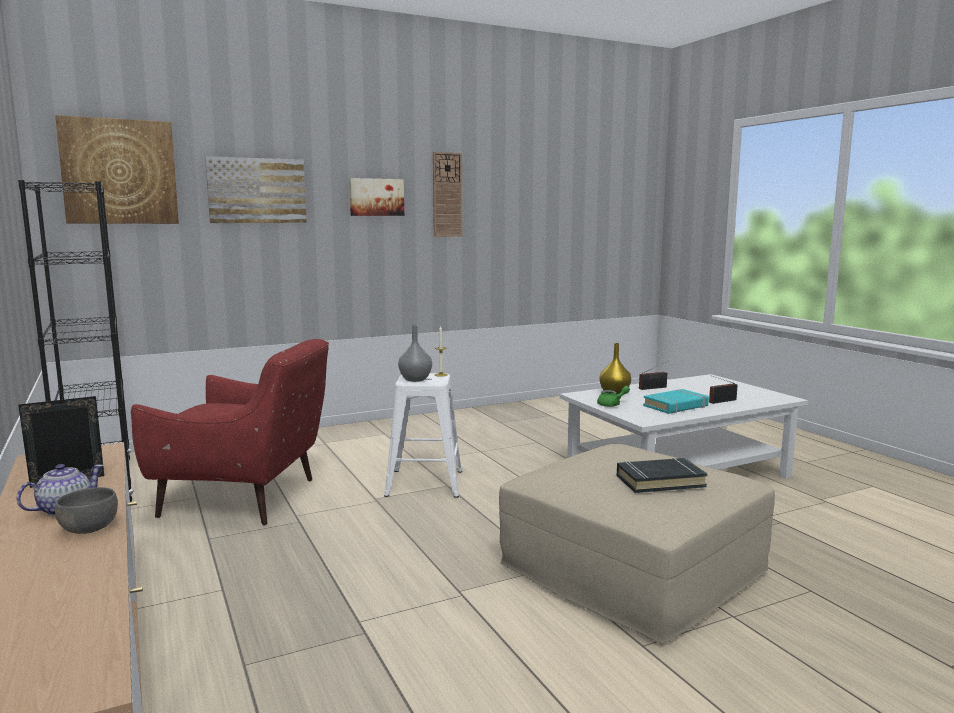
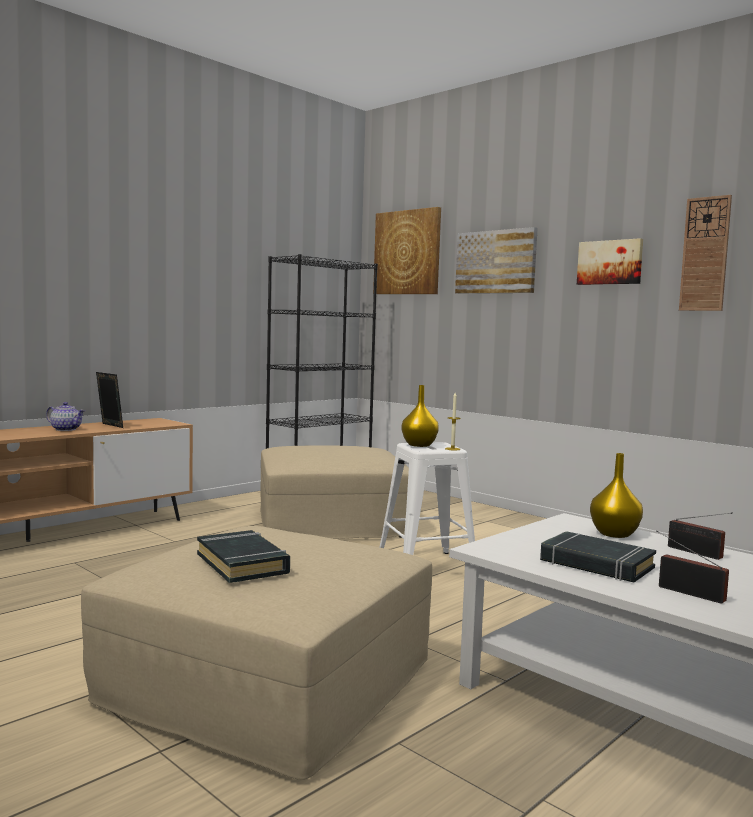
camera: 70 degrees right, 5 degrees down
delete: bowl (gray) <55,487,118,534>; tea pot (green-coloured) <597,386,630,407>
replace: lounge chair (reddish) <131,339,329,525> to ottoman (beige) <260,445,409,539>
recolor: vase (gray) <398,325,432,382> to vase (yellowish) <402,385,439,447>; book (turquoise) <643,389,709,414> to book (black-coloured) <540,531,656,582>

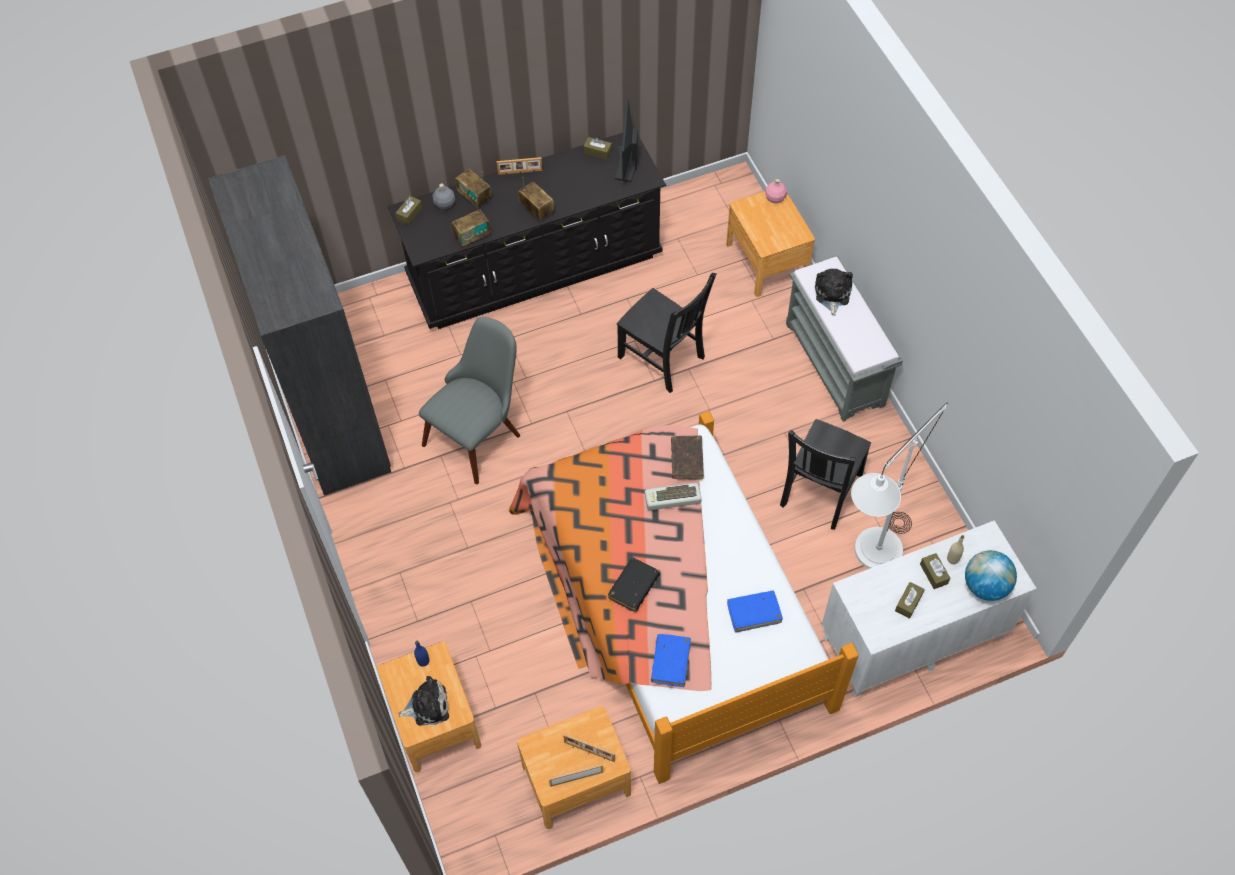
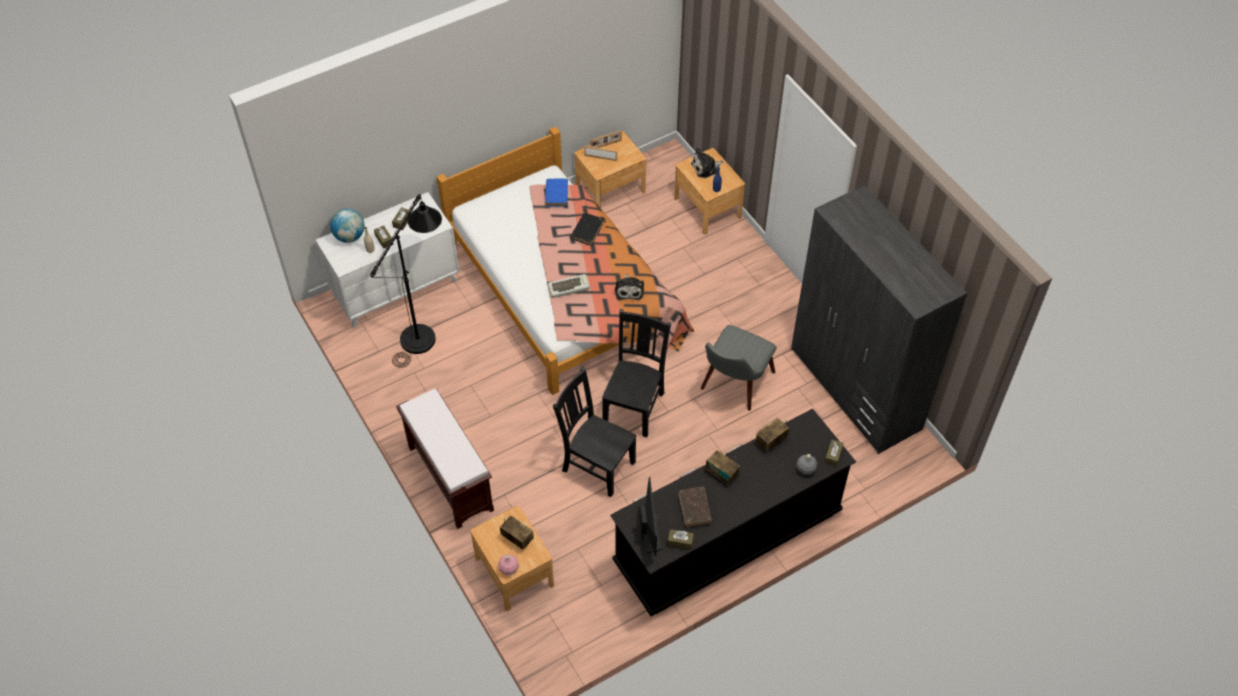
camera: 170 degrees right, 5 degrees down
delete: standing frame <497,157,543,175>; book (blue) <727,590,783,633>
move: radio set <455,169,491,207> to <500,516,534,550>; book (brown) <671,436,704,480> to <679,487,712,527>; upright chair (black-coloured) <780,419,871,530> to <602,309,671,437>; plush toy <815,268,853,316> to <615,274,644,300>
recolor: long seat (gray) <786,255,903,422> to long seat (brown) <396,389,494,529>; floor lamp (whitish) <851,402,948,569> to floor lamp (black-coloured) <370,194,442,368>

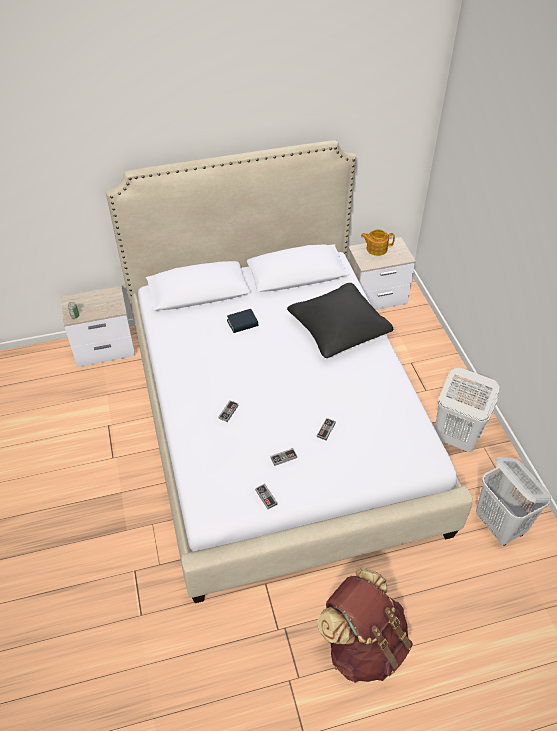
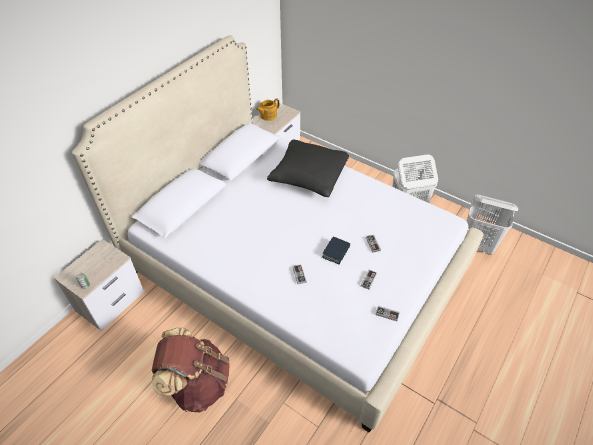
camera: 40 degrees left, 0 degrees up
move: book <227,309,258,333> to <322,237,350,264>; rucksack (brown) <317,568,413,683> to <152,328,230,412>

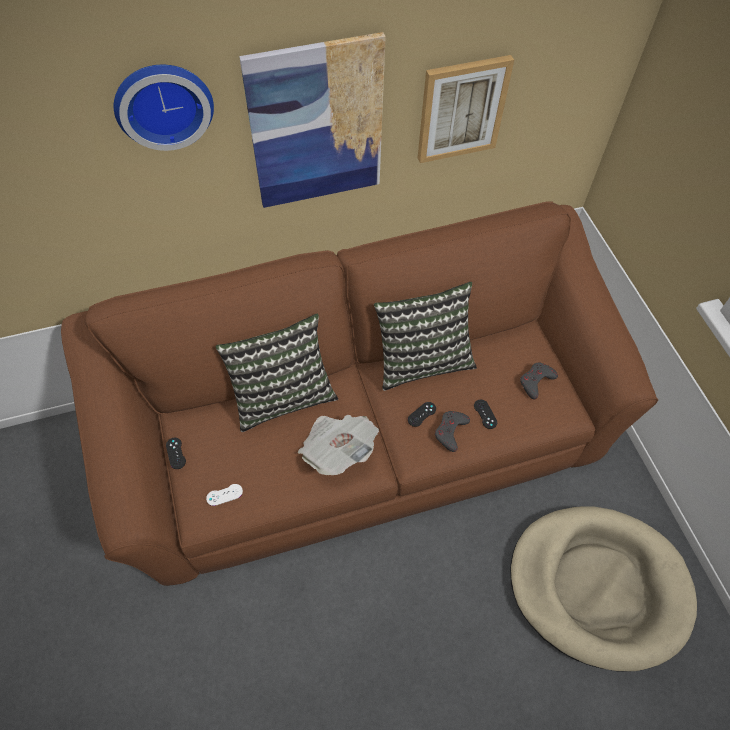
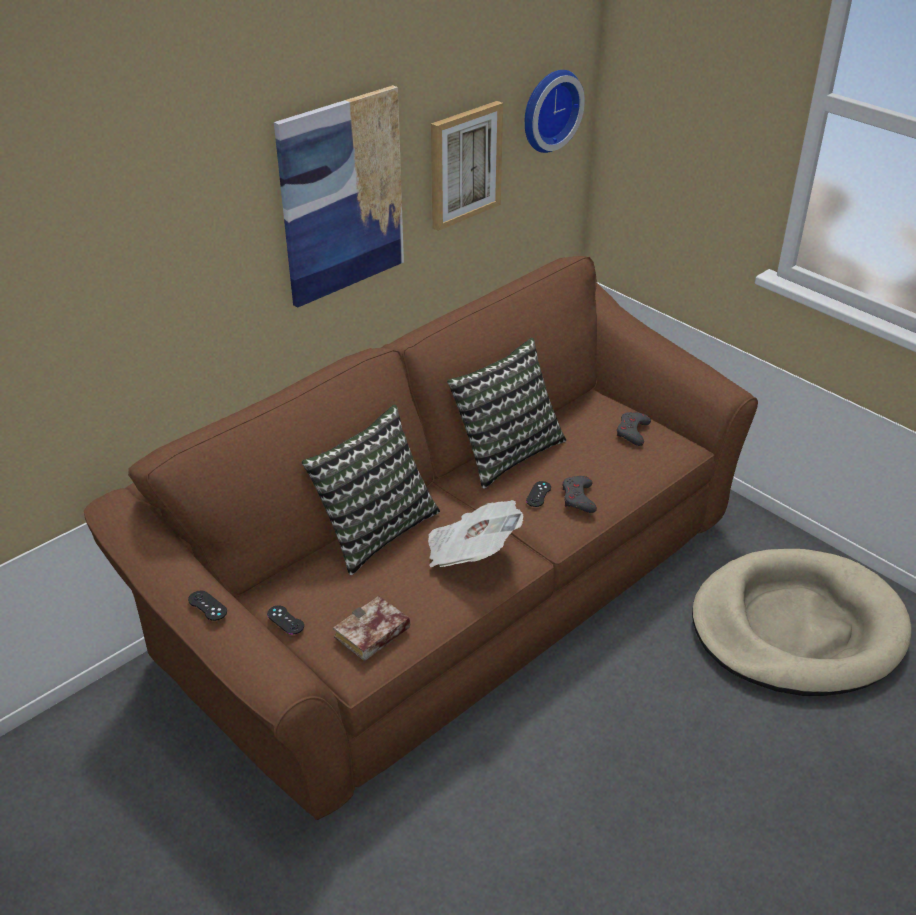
camera: 25 degrees left, 20 degrees down
move: clock on the wall <114,65,214,151> to <525,70,585,153>; gamepad (black-coloured) <474,400,497,429> to <188,591,227,621>
replace: gamepad (whitish) <206,484,243,506> to book <333,596,411,661>

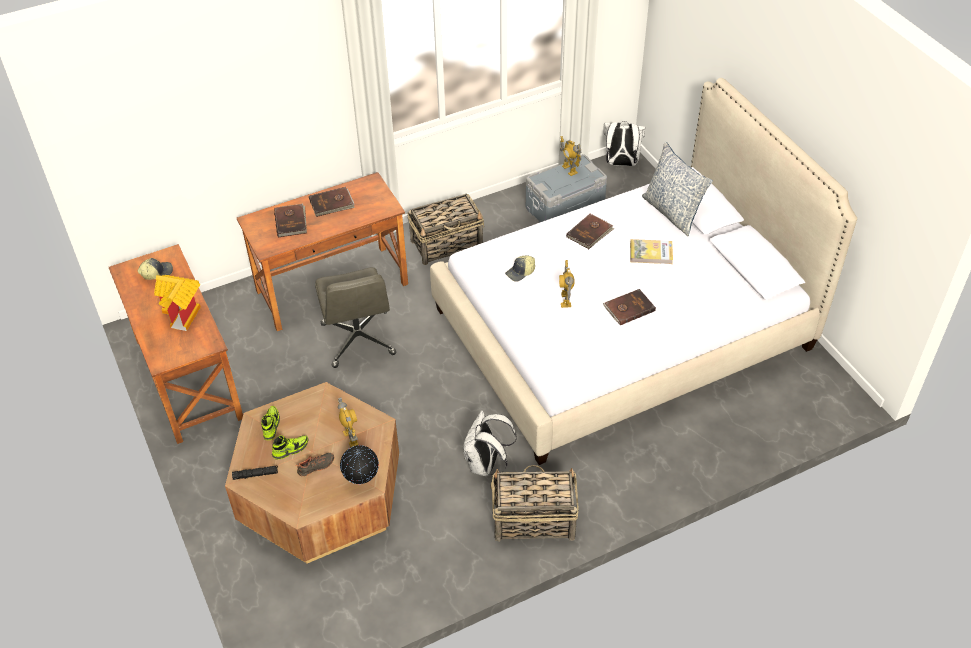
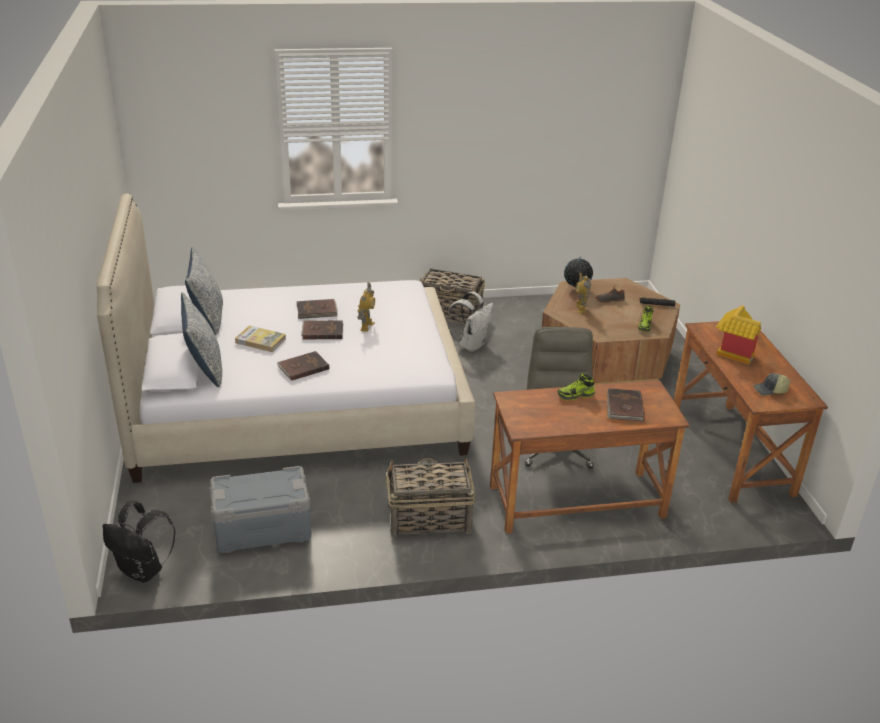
camera: 165 degrees left, 15 degrees down
delete: cap <505,256,535,282>; model robot <560,136,582,176>
insert: pillow <185,247,223,335>
move: low shoe <272,435,308,460> to <558,373,595,400>; book (brown) <309,187,355,217> to <301,321,344,339>
recolor: rucksack (whitish) <604,121,646,166> to rucksack (black-coloured) <102,501,176,583>

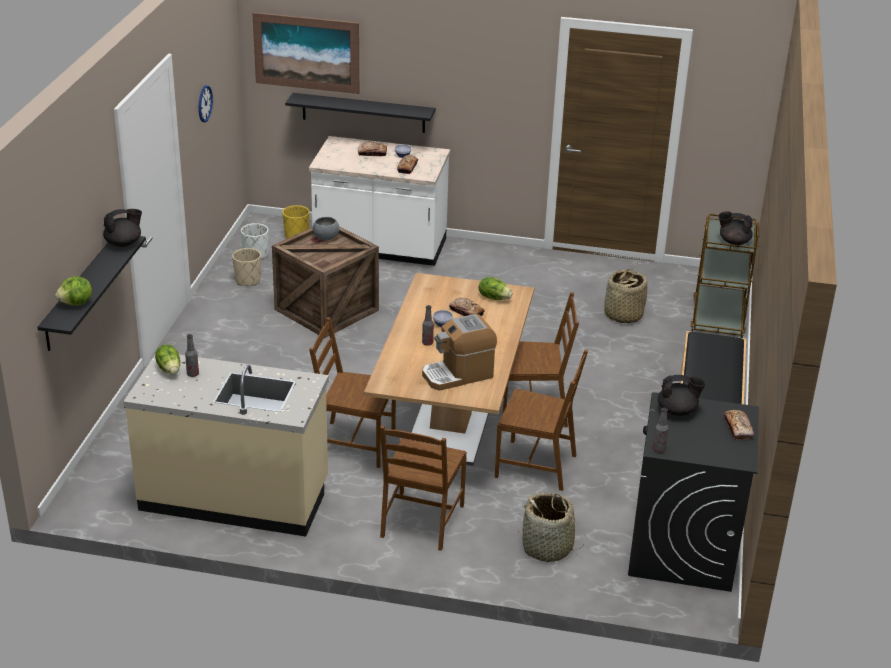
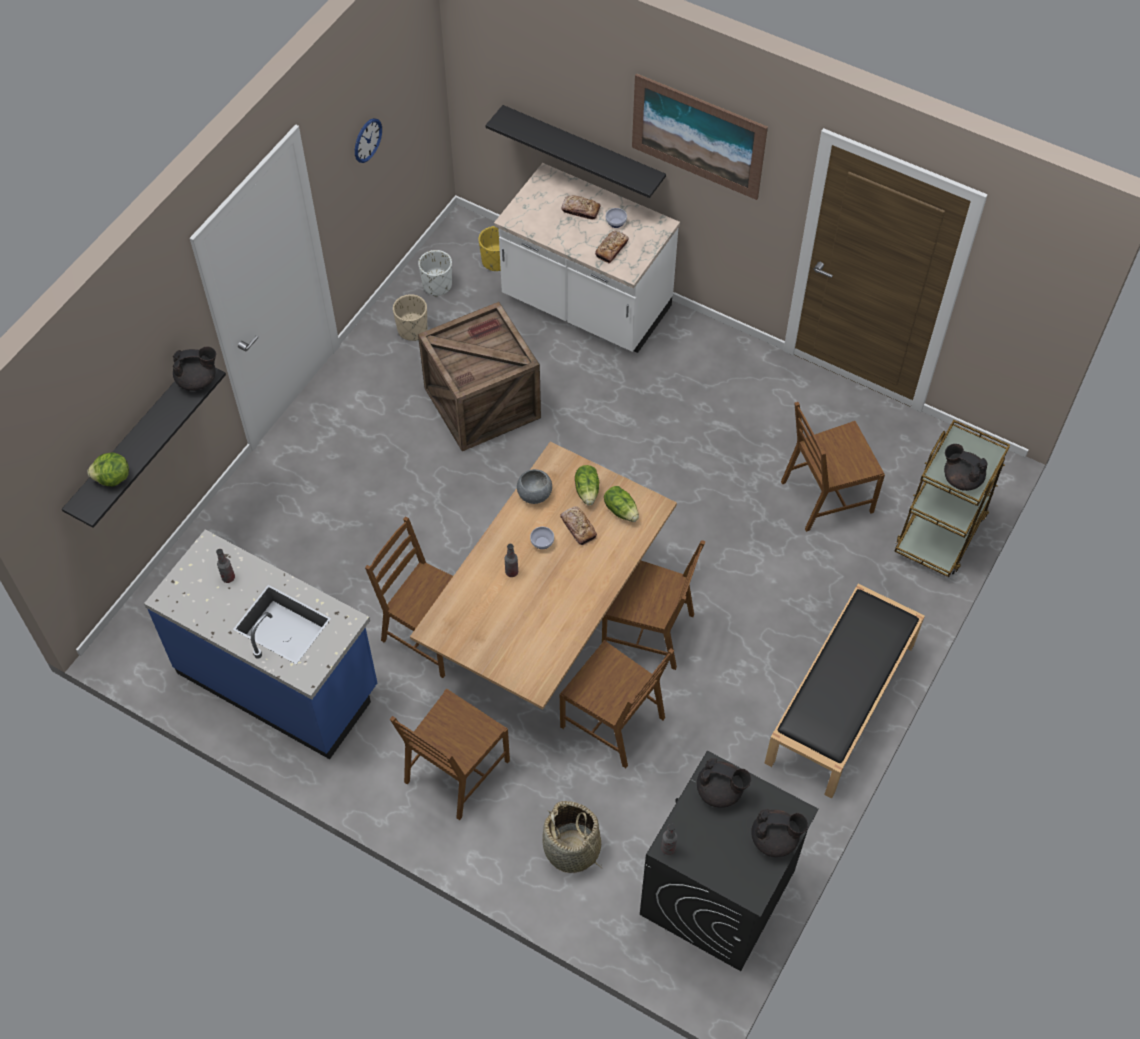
camera: 20 degrees right, 25 degrees up
delete: coffee machine <422,314,497,391>
move: lettuce head <155,344,180,375> to <575,465,599,506>; wall art <252,12,359,94> to <632,73,768,200>; bowl (gray) <313,217,340,240> to <517,469,552,504>
replace: household basket <604,269,647,323> to upright chair (brown) <781,402,885,532>; bakery bread <724,410,754,440> to tea pot (black-coloured) <751,809,808,857>
recolor: kitchen counter (beige) <123,355,329,537> to kitchen counter (blue) <144,529,377,759>

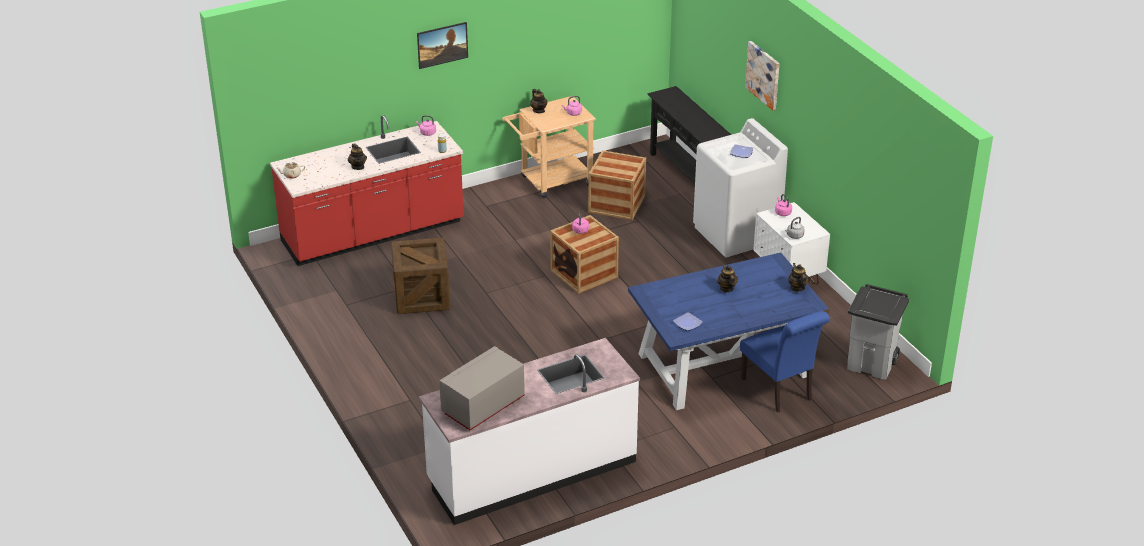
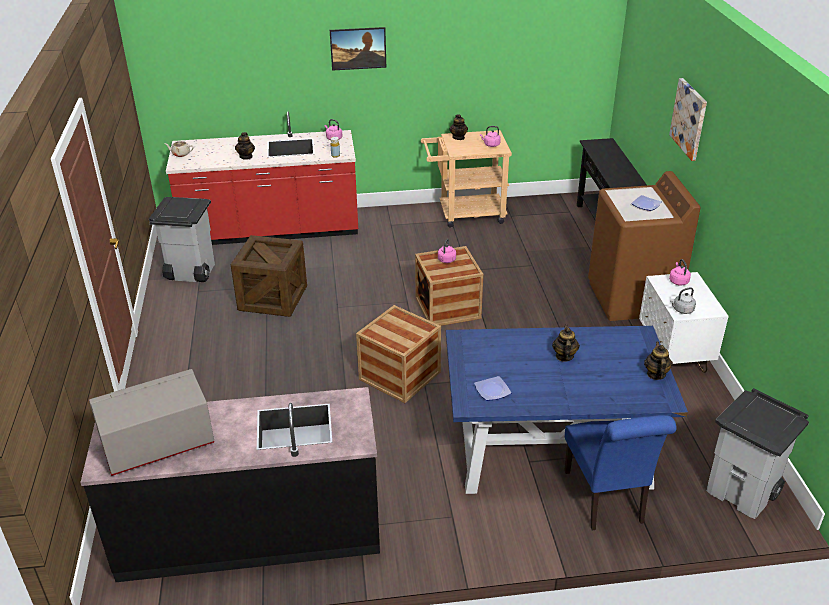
camera: 20 degrees right, 0 degrees up
insert: trash can (gray) <149,197,215,282>
move: packing crate <588,150,646,220> to <356,305,441,403>
recolor: kitchen counter (whitish) <419,338,640,525> to kitchen counter (black-coloured) <80,387,380,582>; laundry machine (whitish) <693,118,788,257> to laundry machine (brown) <588,171,701,321>

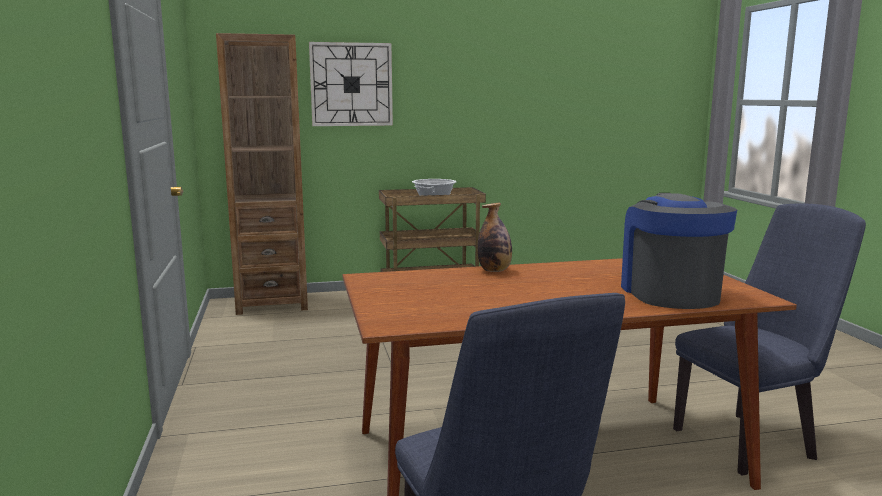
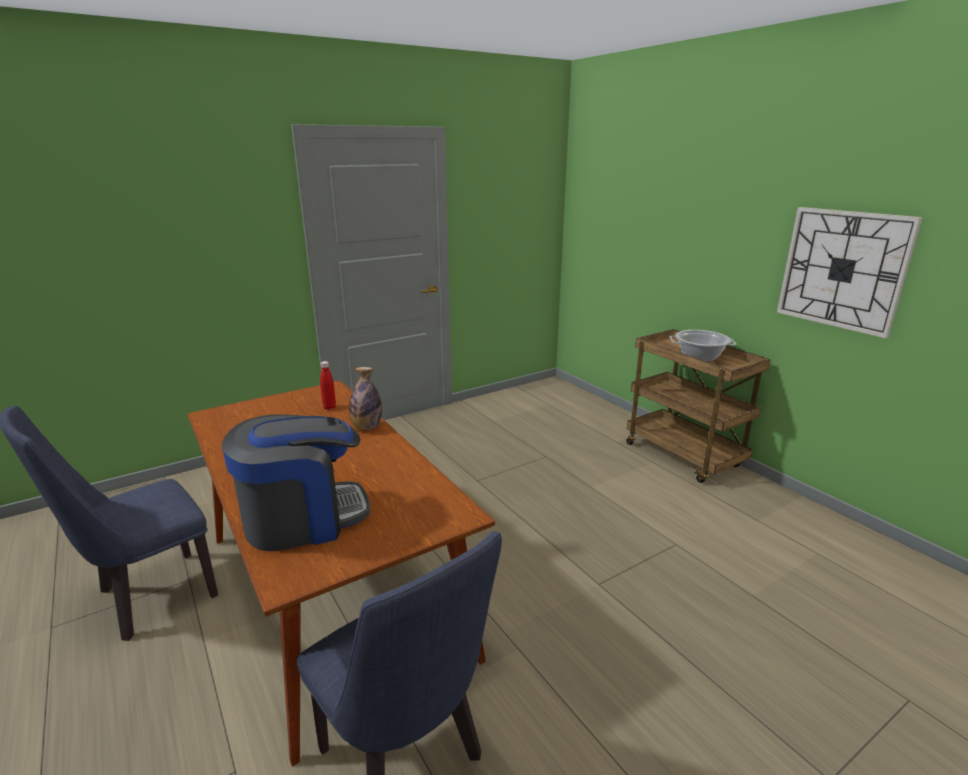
camera: 70 degrees right, 10 degrees up
delete: bookshelf (brown) <216,33,308,315>
insert: drink bottle (reddish) <320,361,336,410>
move: clock on the wall <309,42,393,126> to <777,207,923,338>

